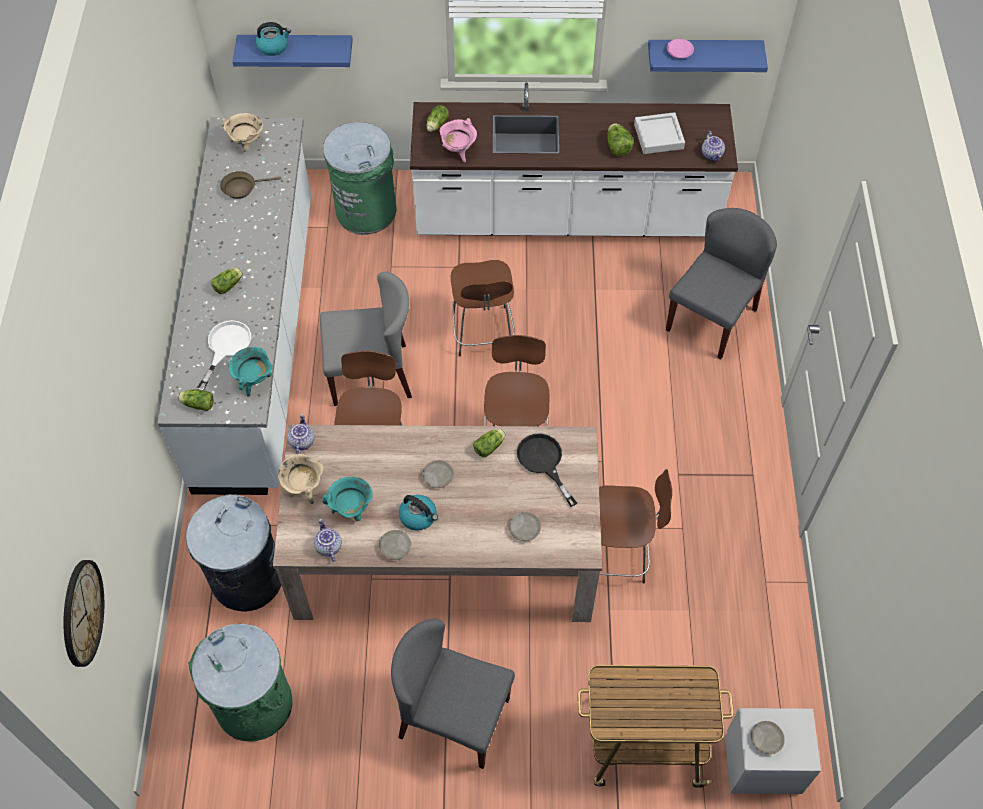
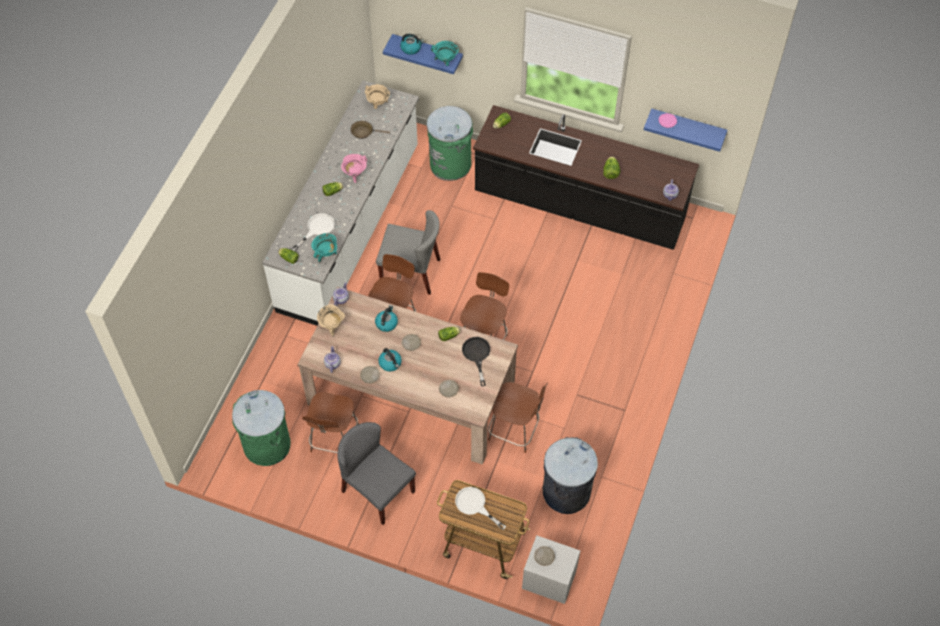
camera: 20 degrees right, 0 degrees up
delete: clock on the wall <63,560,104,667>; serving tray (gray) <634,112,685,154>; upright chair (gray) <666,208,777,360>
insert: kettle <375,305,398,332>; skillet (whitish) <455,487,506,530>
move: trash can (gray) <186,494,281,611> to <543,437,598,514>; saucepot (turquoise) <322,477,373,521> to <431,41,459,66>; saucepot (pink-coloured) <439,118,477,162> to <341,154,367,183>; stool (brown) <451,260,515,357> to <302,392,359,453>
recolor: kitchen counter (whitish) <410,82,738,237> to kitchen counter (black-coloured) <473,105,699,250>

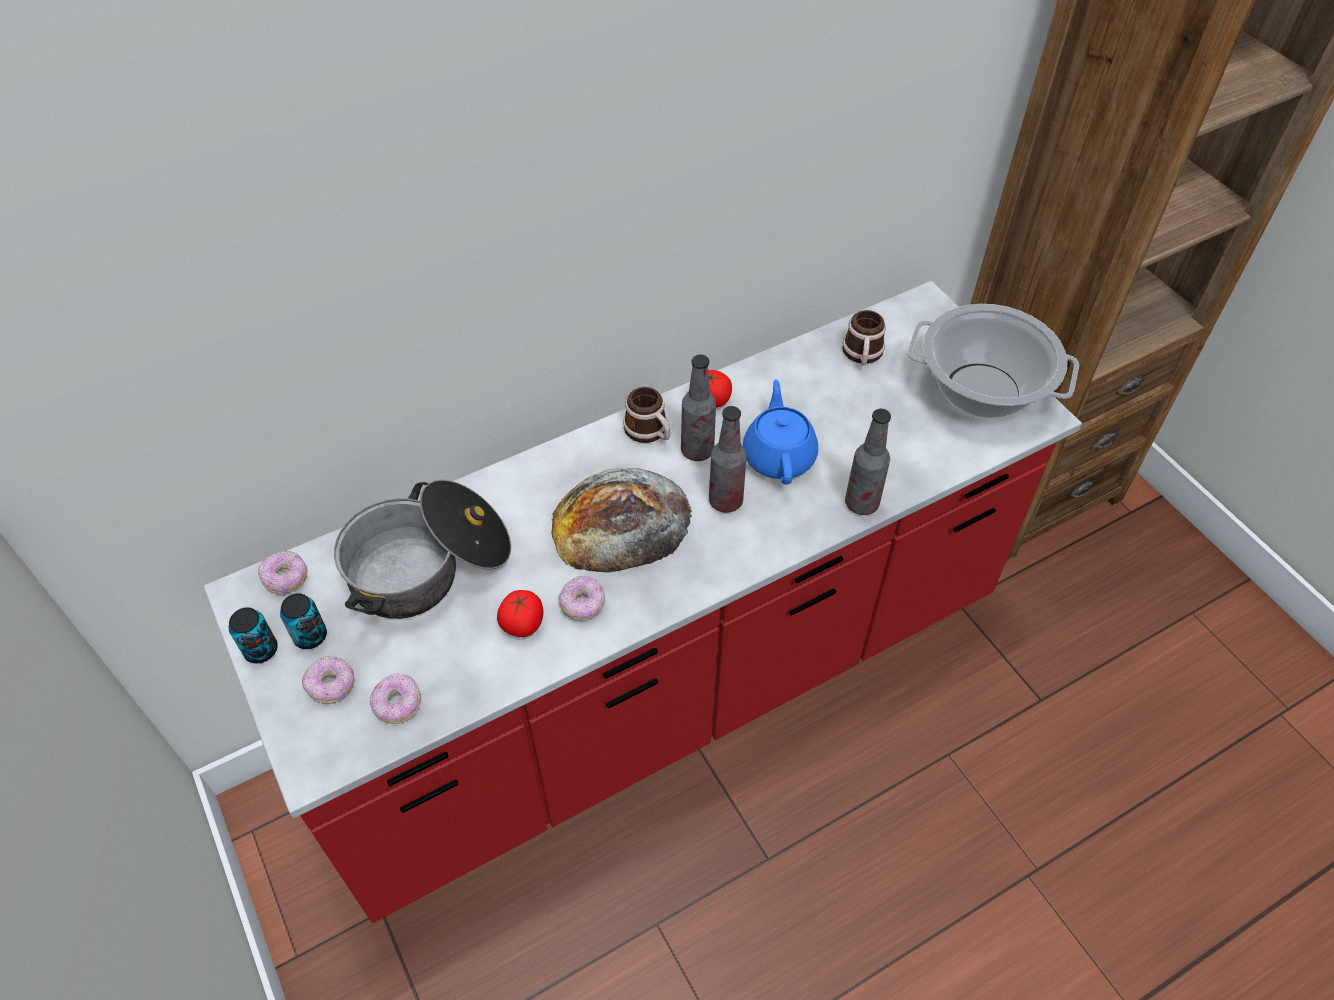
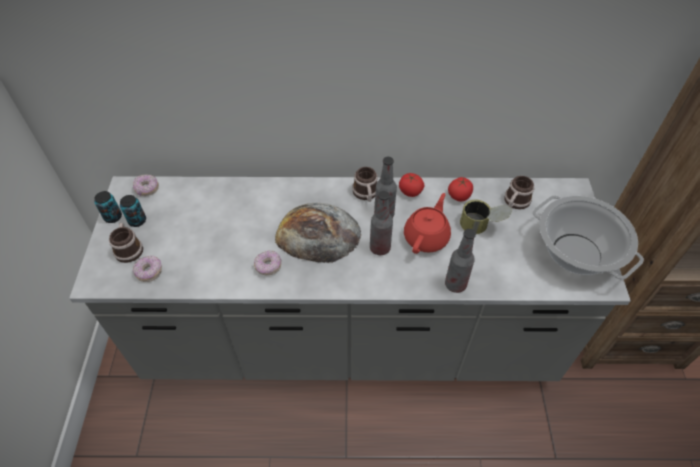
camera: 30 degrees right, 0 degrees up
delete: saucepot <334,480,511,619>
insert: sealed can <460,199,512,234>
move: tomato <497,590,544,637> to <448,177,473,201>
replace: ring doughnut <302,656,354,704> to tea mug <109,223,143,263>
recolor: kitchen counter (reddish) <203,281,1082,923> to kitchen counter (gray) <69,176,631,381>; tea pot (blue) <743,380,818,485> to tea pot (reddish) <404,193,451,254>

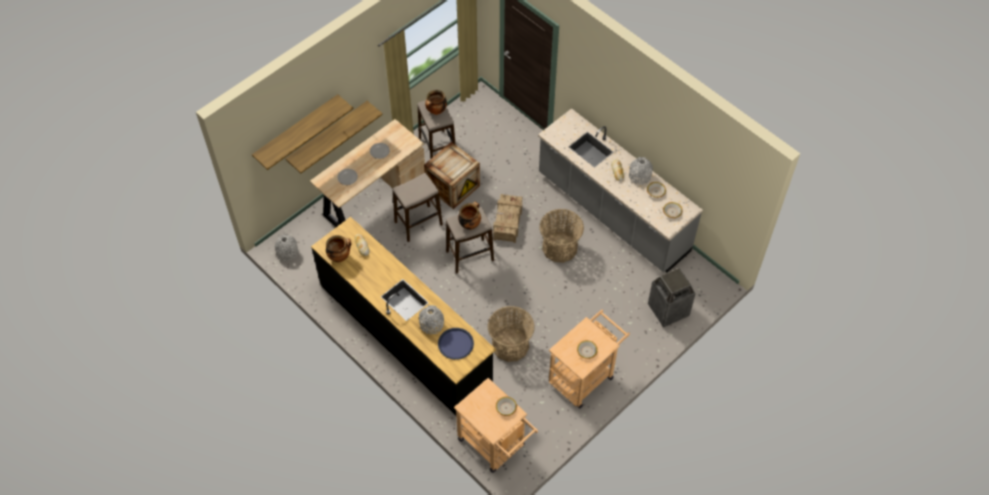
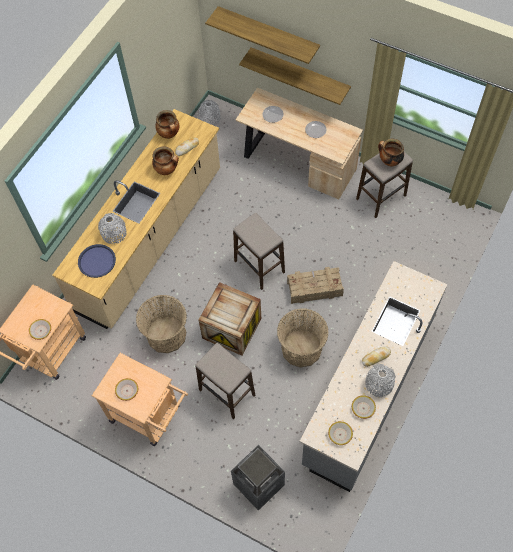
camera: 75 degrees right, 5 degrees up
move: stool <393,173,443,242> to <196,343,256,419>; packing crate <424,142,480,209> to <198,282,261,356>; saucepot <458,202,481,230> to <152,146,179,175>
recolor: kitchen counter (black-coloured) <311,217,496,415> to kitchen counter (beige) <52,109,220,329>

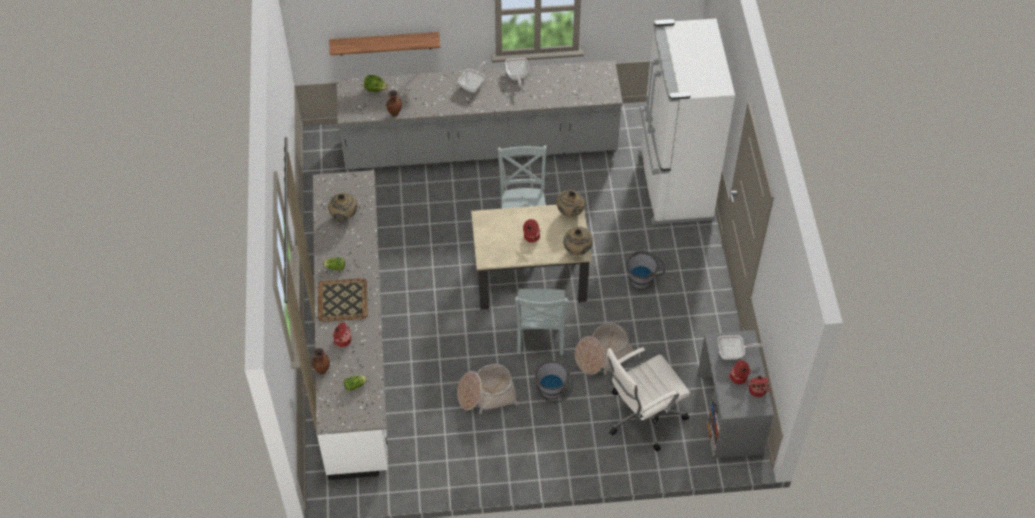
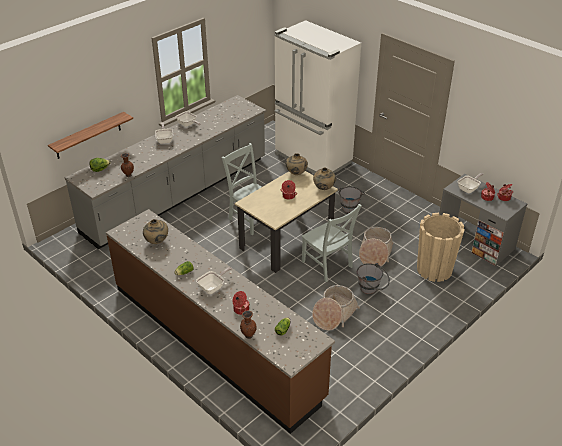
camera: 40 degrees left, 15 degrees down
replace: serving tray <318,278,368,322> to skillet <196,267,232,294>; office chair (whitish) <607,347,691,451> to plant pot (beige) <417,213,465,282>
recolor: kitchen counter (whitish) <313,170,388,480> to kitchen counter (brown) <106,209,335,434>

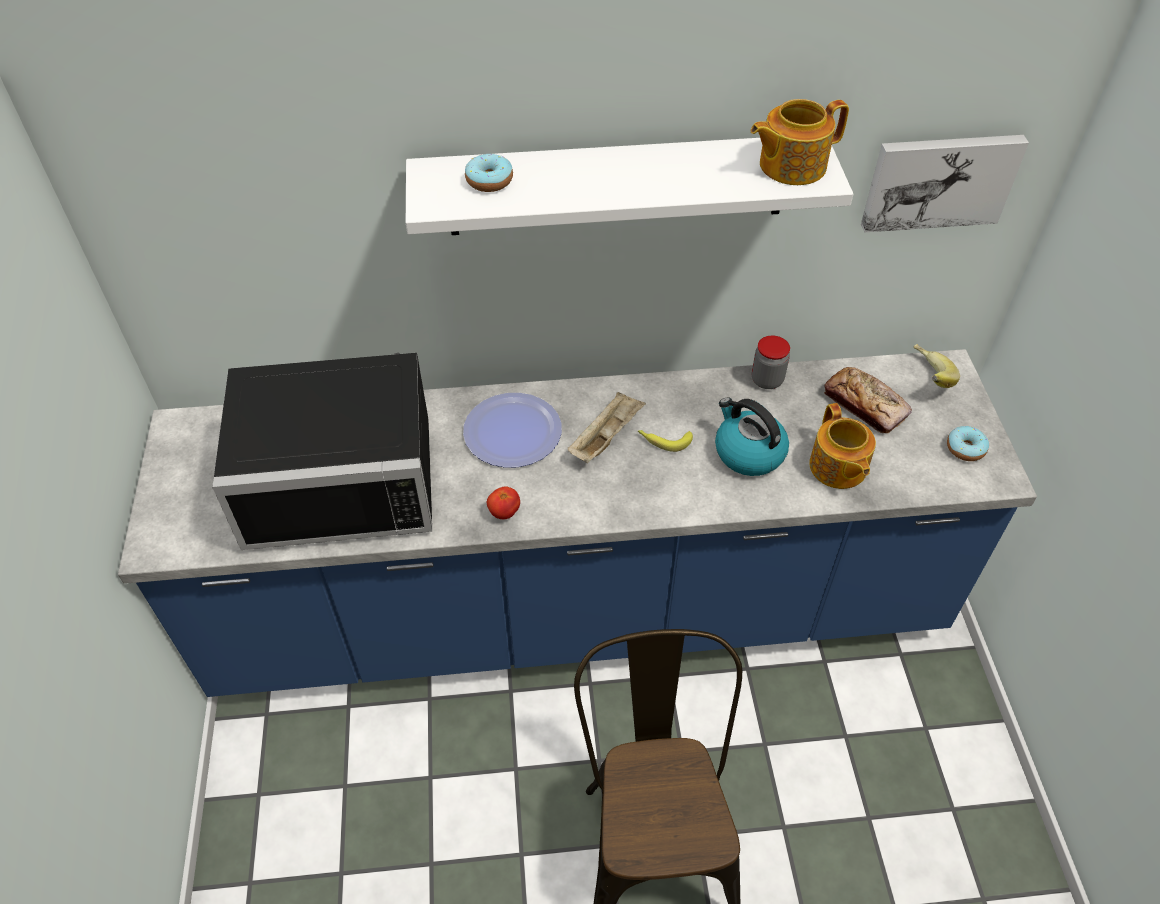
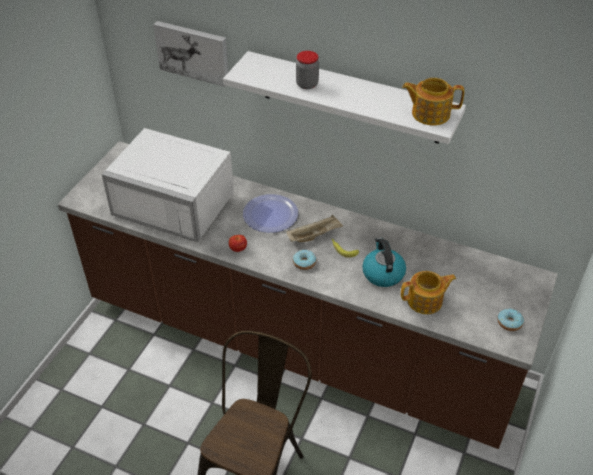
camera: 30 degrees right, 5 degrees down
delete: bakery bread <824,367,912,433>; whole banana <914,344,960,388>
move: ring doughnut <465,154,513,192> to <293,250,316,270>; storage jar <752,335,790,389> to <296,51,319,89>; wall art <861,135,1029,232> to <153,21,229,87>
recolor: kitchen counter (blue) <118,349,1037,697> to kitchen counter (brown) <58,141,558,449>; microwave (black-coloured) <212,353,432,550> to microwave (whitish) <102,128,234,242>
rotate: tea pot <809,403,876,489> = <401,271,456,314> 120 degrees counterclockwise

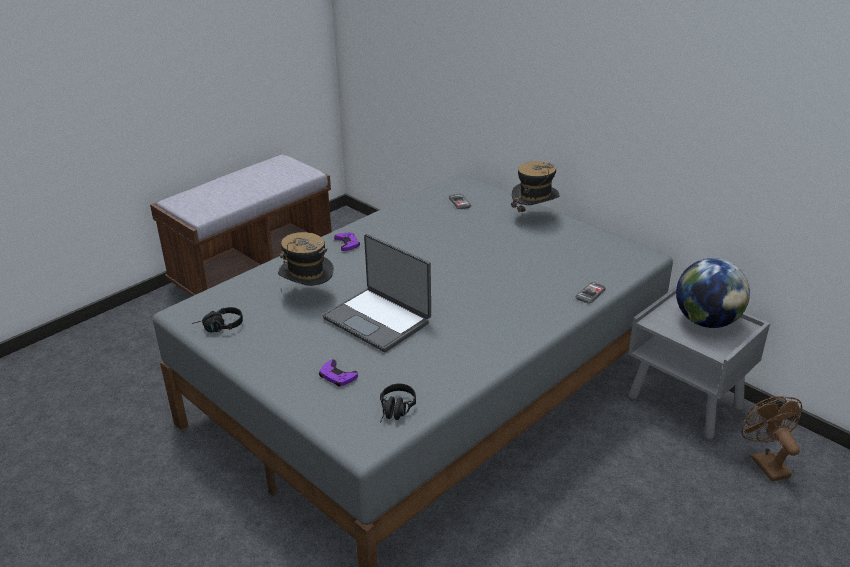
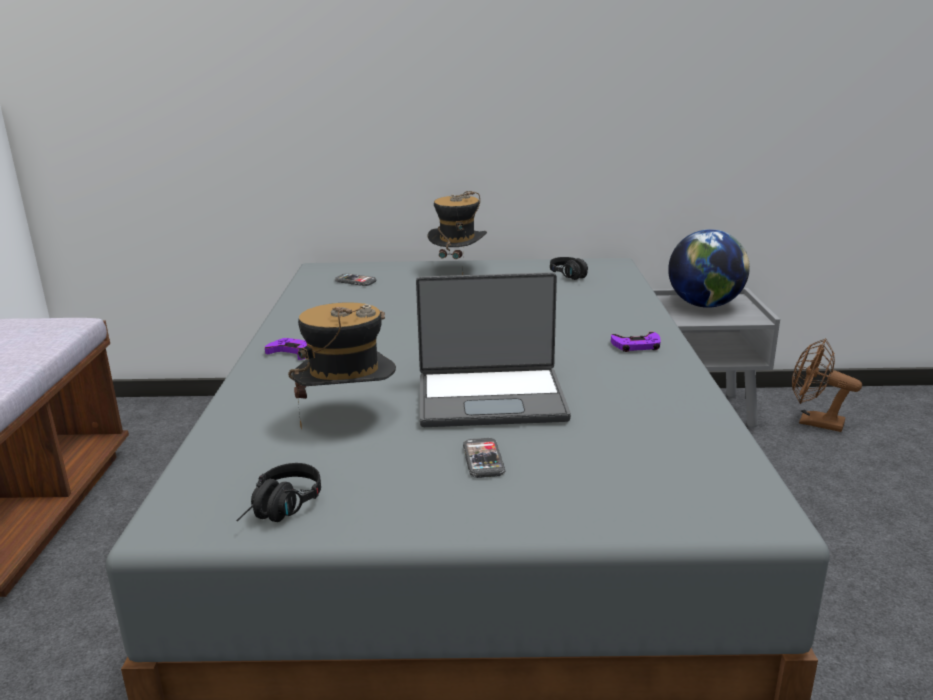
camera: 45 degrees left, 10 degrees down
move: gamepad (purple-coloured) <319,359,358,386> to <611,332,661,352>; headset (black-coloured) <380,383,416,423> to <550,257,588,280>; phone <576,282,606,303> to <463,438,505,478>

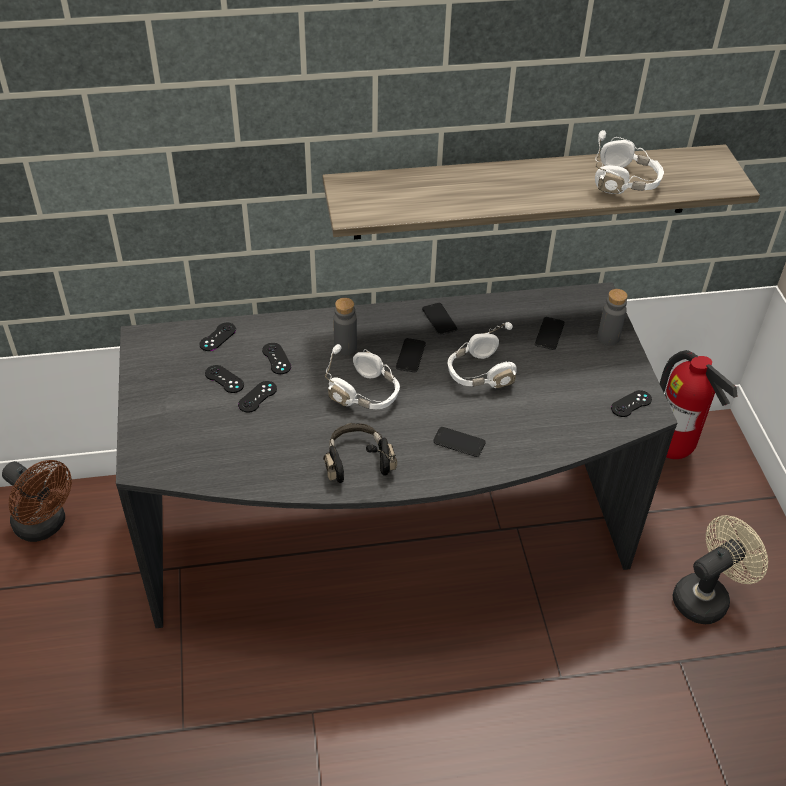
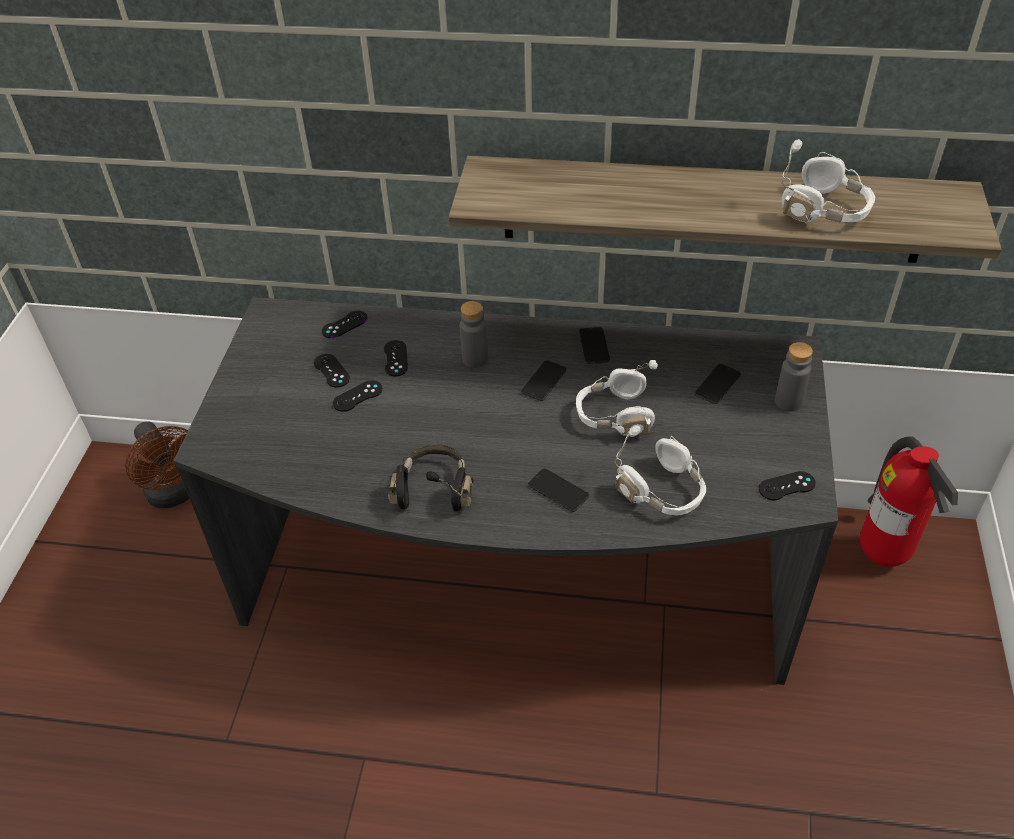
camera: 20 degrees right, 0 degrees up
delete: cooling fan (beige) <672,515,768,624>
move: headset (whitish) <325,344,400,409> to <614,425,706,515>

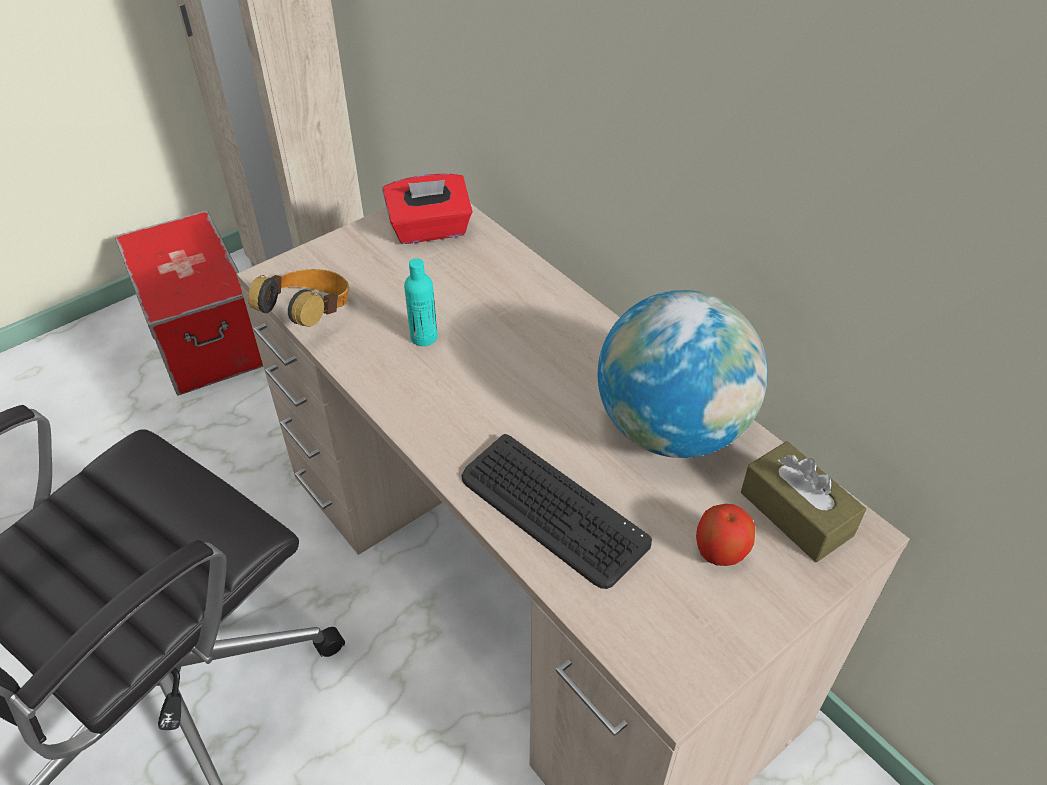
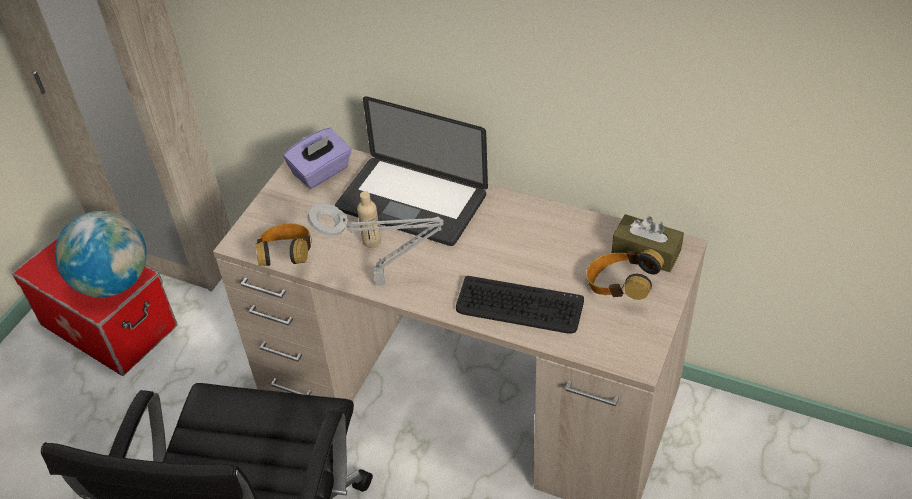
camera: 25 degrees left, 0 degrees up
insert: table lamp (gray) <307,203,443,286>; laptop <335,96,488,246>
move: desk globe <598,290,768,458> to <55,211,147,297>
replace: apple <696,504,755,566> to headset <586,249,664,300>
recolor: box of tissues (reddish) <382,173,473,244> to box of tissues (purple-coloured) <283,128,352,189>; drink bottle (turquoise) <404,258,438,346> to drink bottle (beige) <357,191,381,248>

